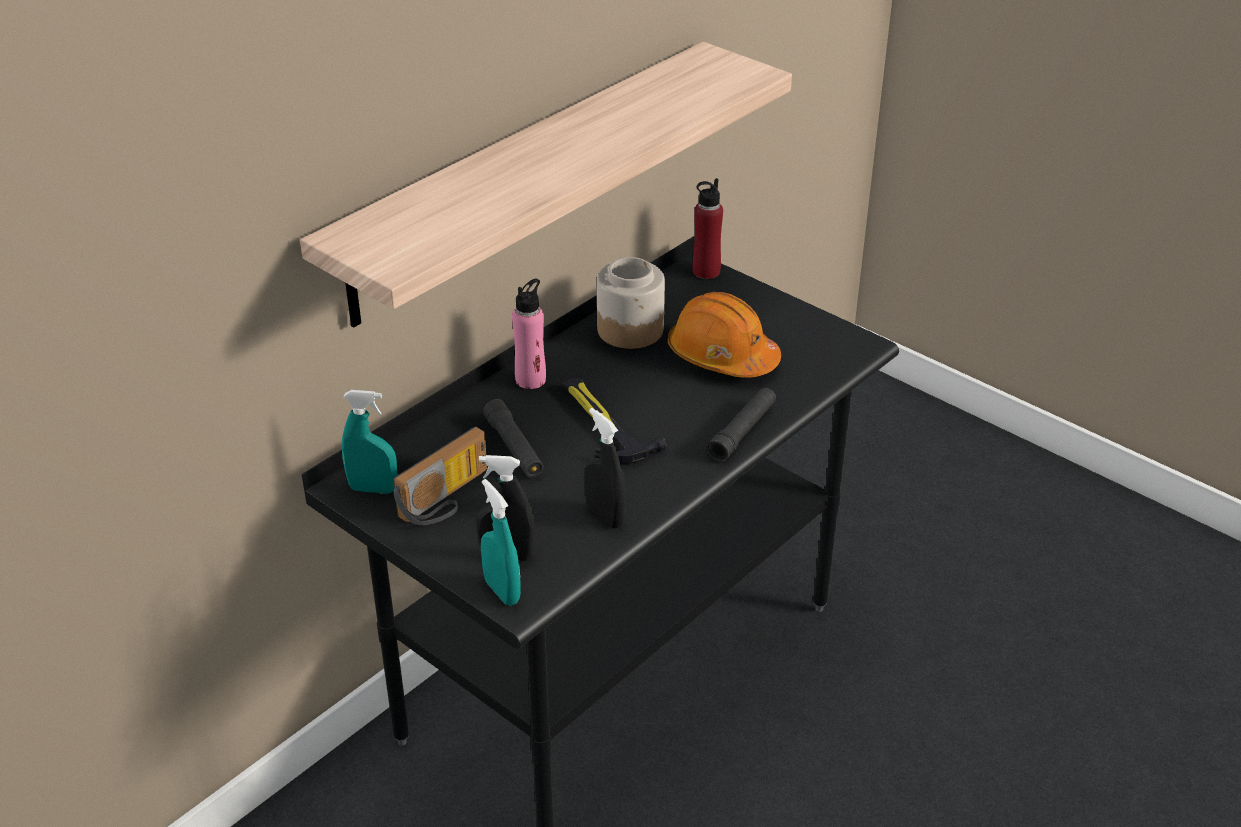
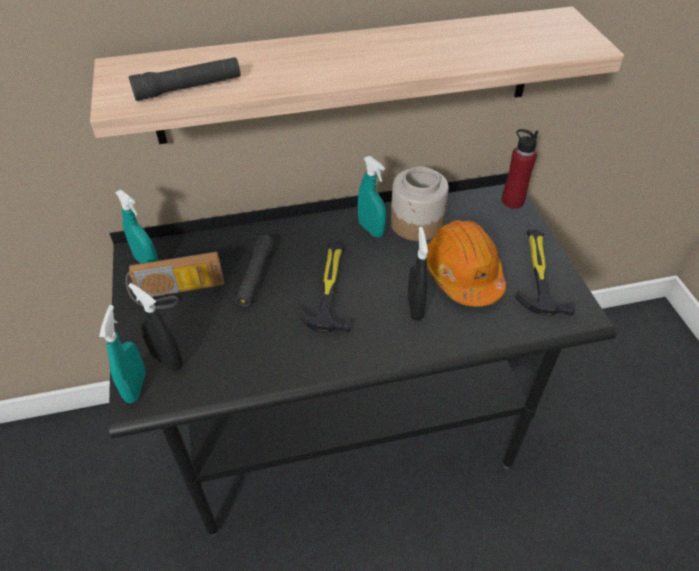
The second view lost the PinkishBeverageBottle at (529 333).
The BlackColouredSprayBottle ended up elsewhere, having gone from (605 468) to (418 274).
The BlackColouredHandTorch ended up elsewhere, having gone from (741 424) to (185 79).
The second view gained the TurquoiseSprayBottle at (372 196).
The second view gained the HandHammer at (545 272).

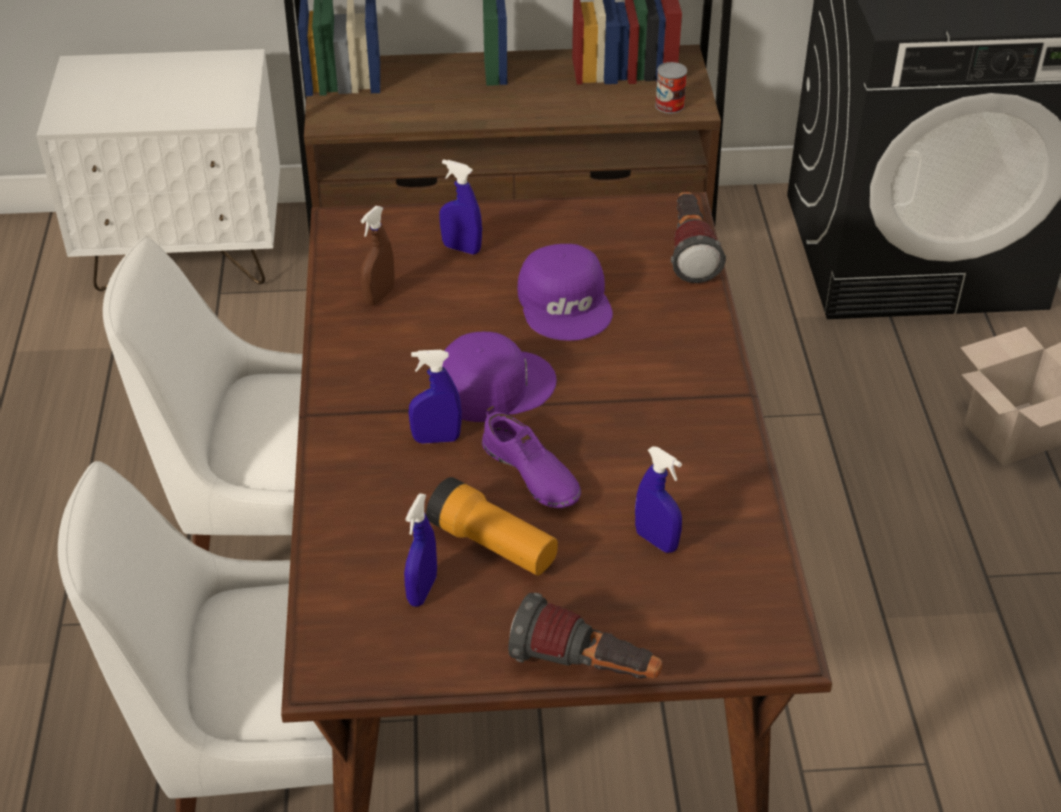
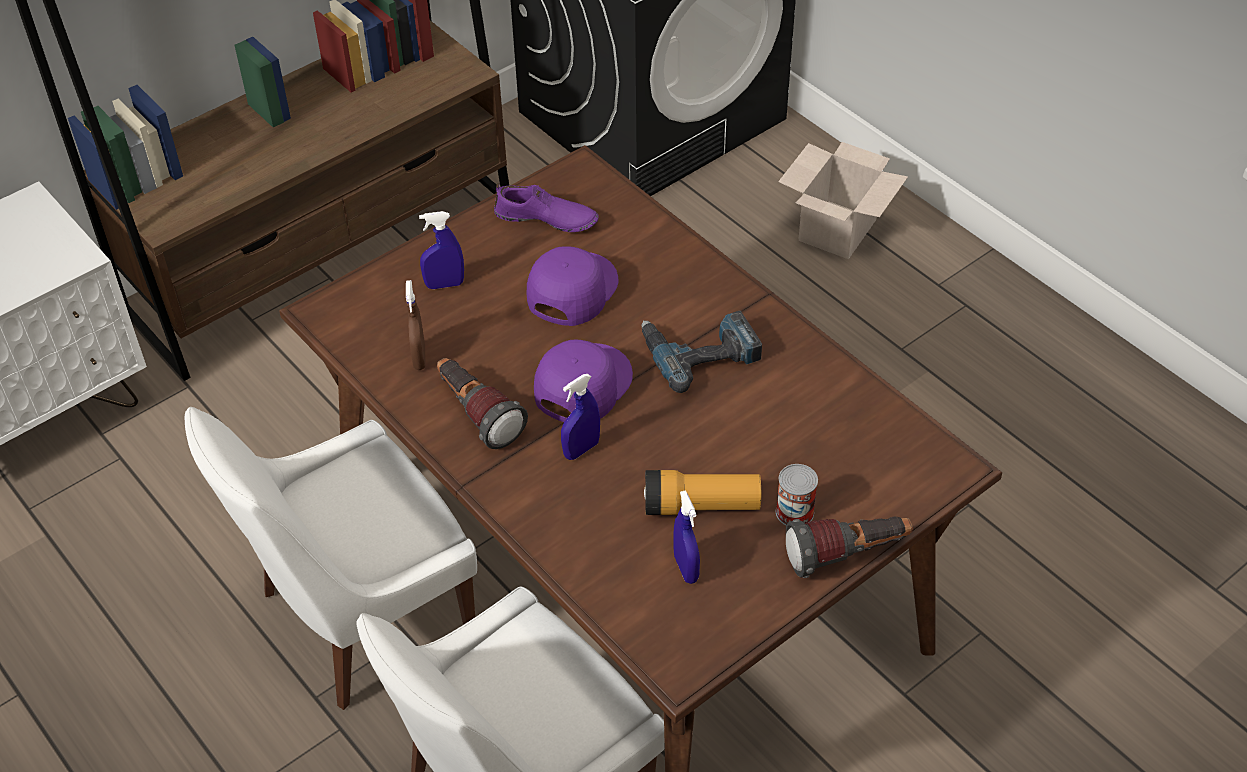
The PurplishLowShoe ended up elsewhere, having gone from (531 457) to (546 207).
The PurplishBaseballCap at (565 292) ended up facing another way, 105 degrees counterclockwise from before.
The second view lost the BlueColouredSprayBottle at (658 499).
The Can ended up elsewhere, having gone from (671 88) to (797 494).
The HandTorch ended up elsewhere, having gone from (698 237) to (482 403).
The second view gained the Drill at (702 352).

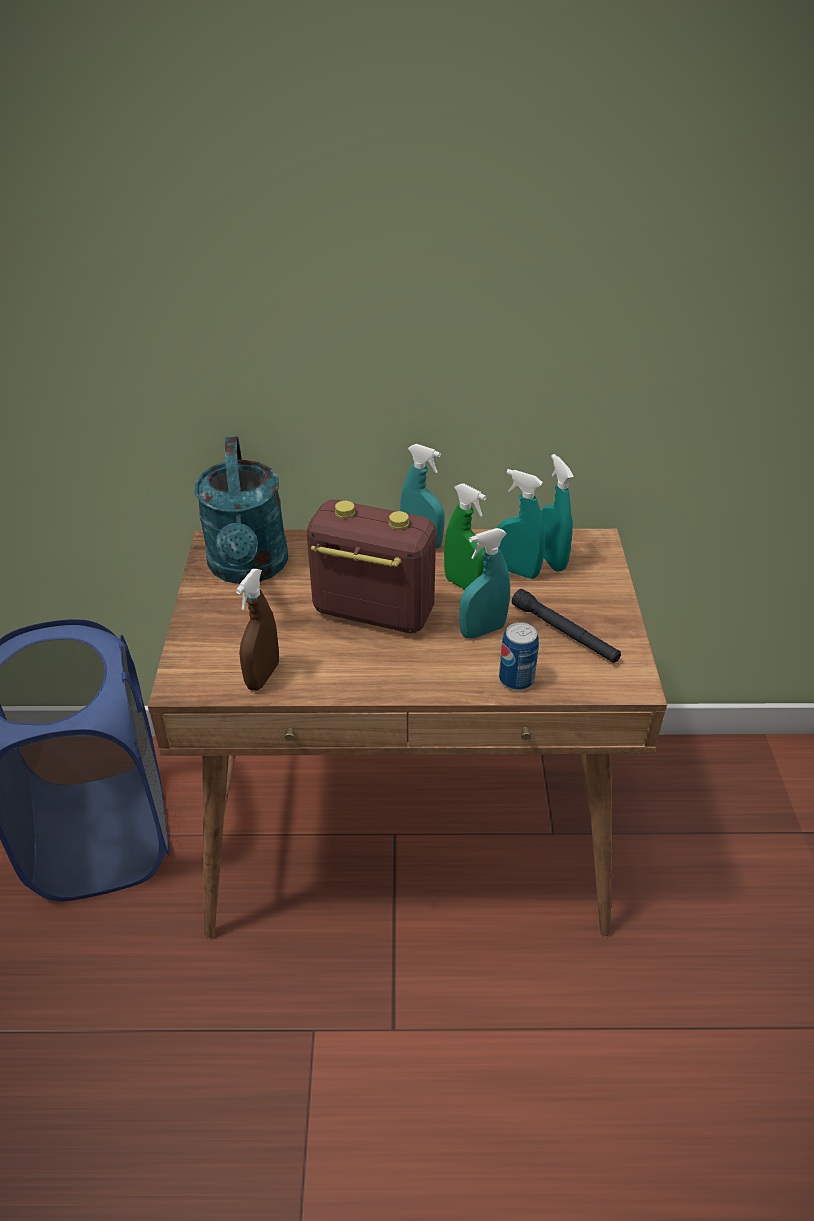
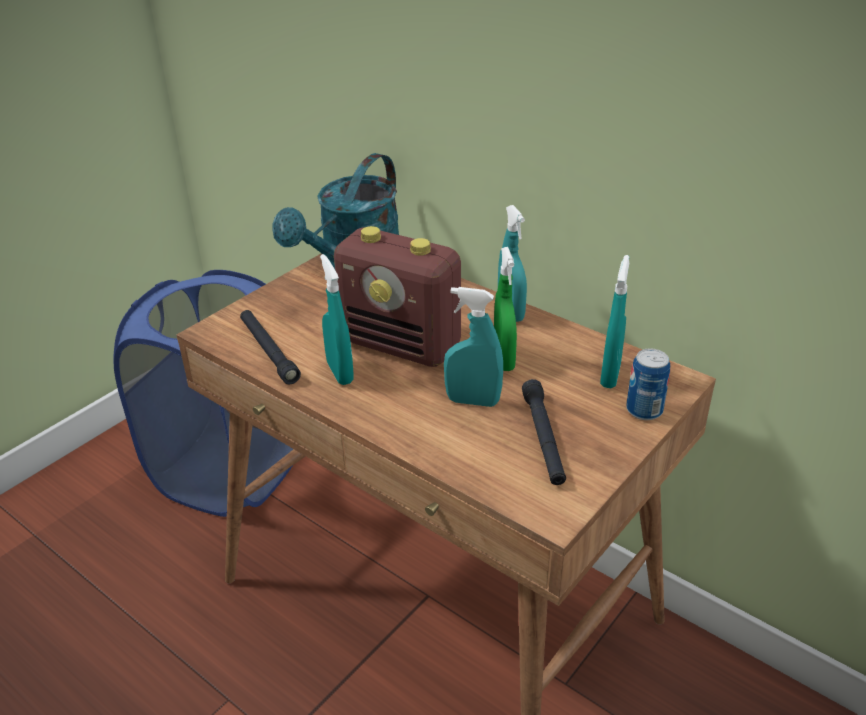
Where the BrownColouredSprayBottle stood at (257 630), the BlackColouredHandTorch came to stand at (270 347).
The Radio at (371 566) ended up facing another way, 150 degrees clockwise from before.
The TurquoiseSprayBottle ended up elsewhere, having gone from (521 524) to (337 319).
The Can ended up elsewhere, having gone from (519 656) to (648 384).

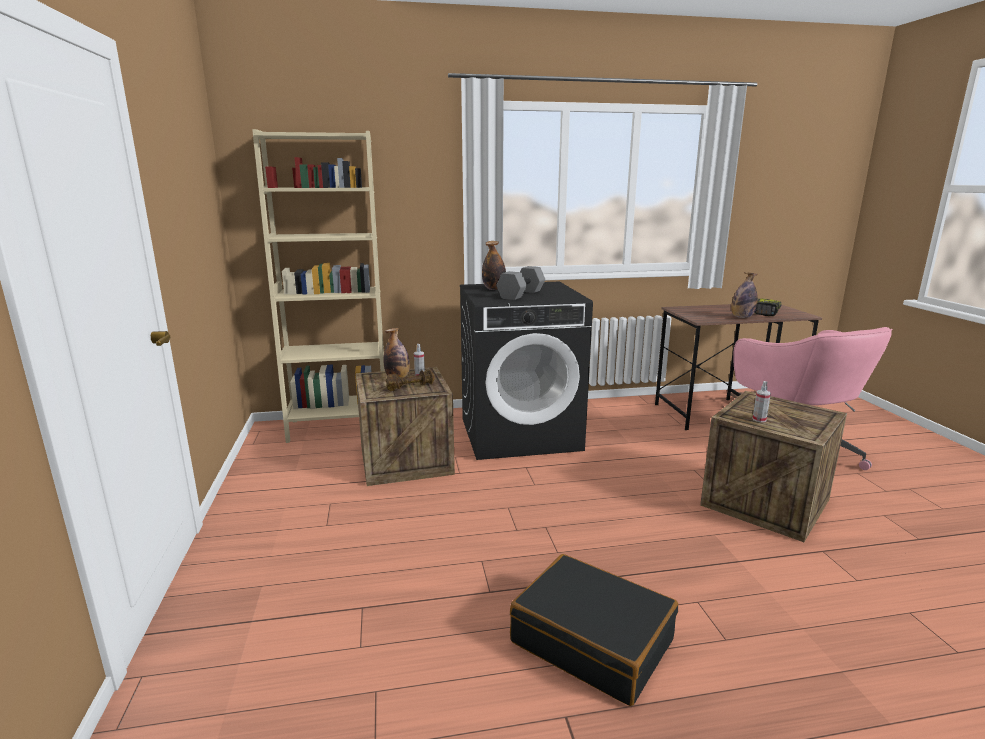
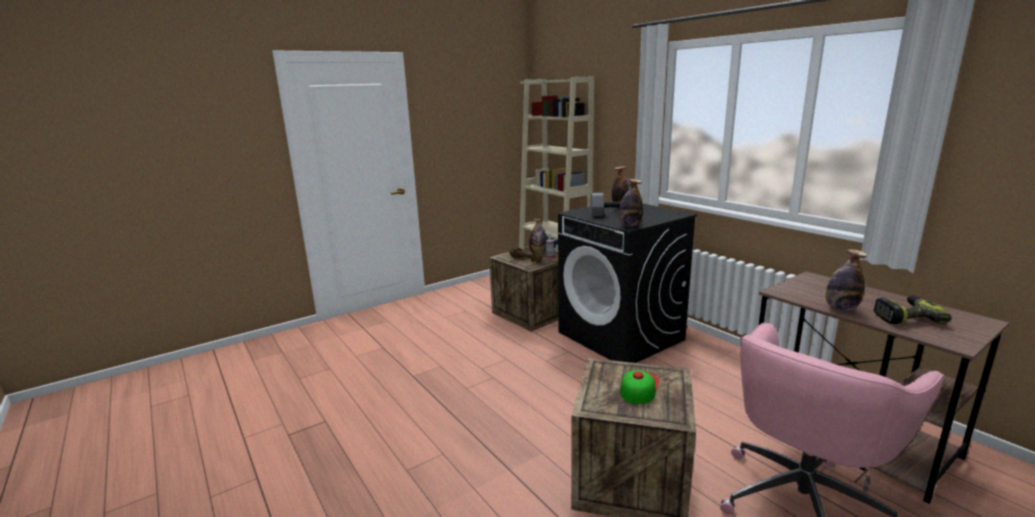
The second view lost the BlackColouredTravelCase at (594 630).
The second view lost the SprayBottle at (762 401).
The second view gained the BeverageBottle at (631 203).
The second view gained the BaseballCap at (639 387).

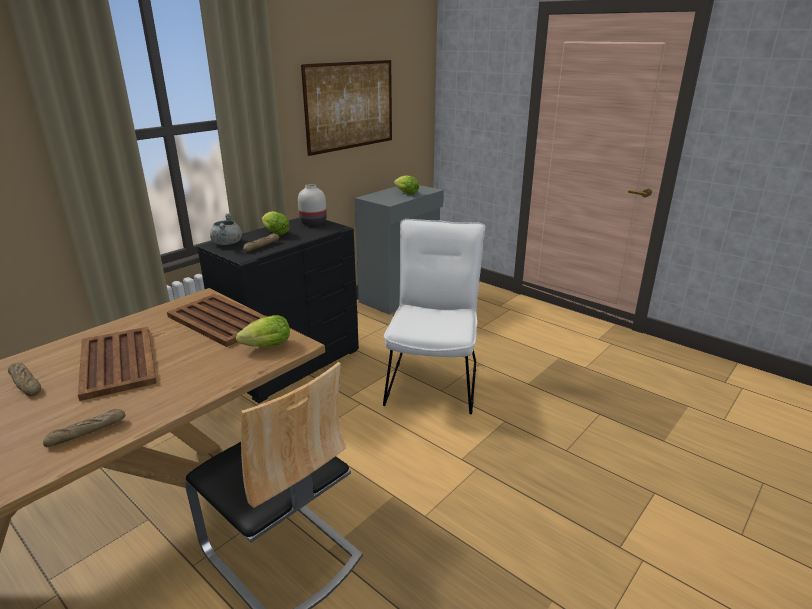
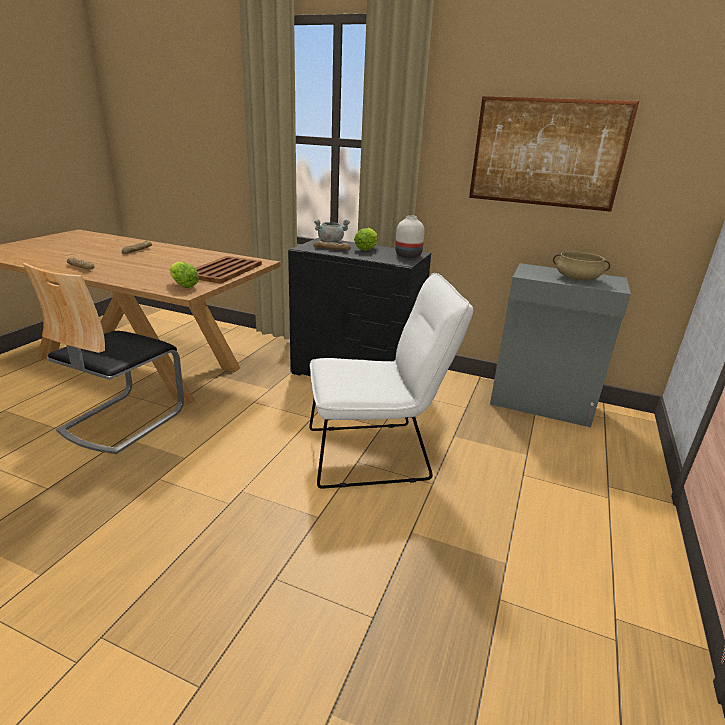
The second view lost the BrownColouredServingTray at (117 364).
Where the LettuceHead stood at (406 184), the BeigeColouredSaucepot came to stand at (581 265).

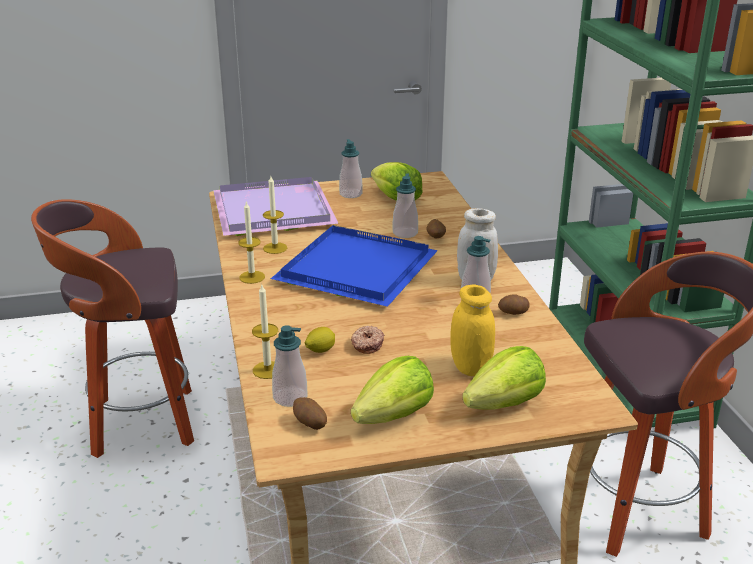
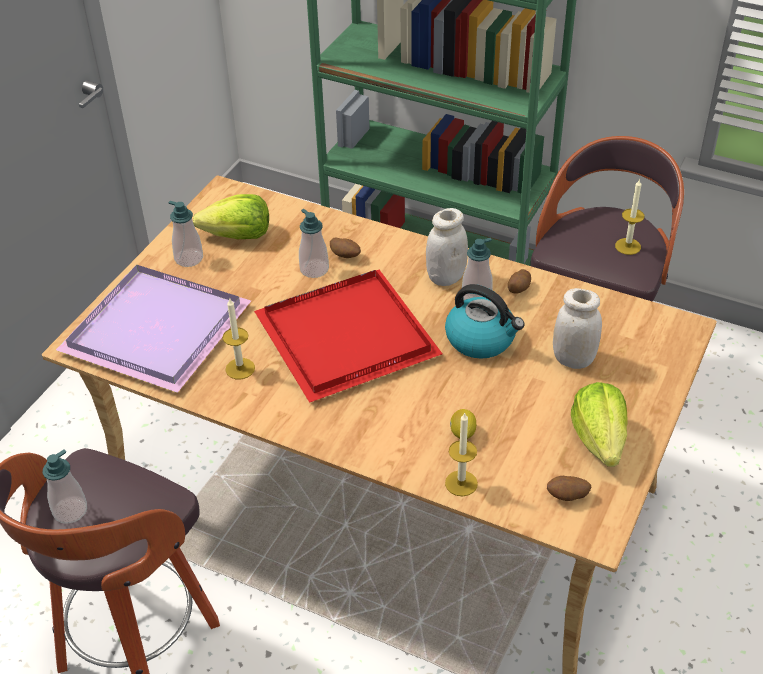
The WaxCandle ended up elsewhere, having gone from (251 242) to (630 216).
What was the BlueColouredServingTray at (354 266) turned into the RedServingTray at (348 336).
The SoapDispenser ended up elsewhere, having gone from (290 366) to (65 486).
The second view lost the Donut at (367 340).
What was the YellowPreserveJar at (472 330) turned into the WhitishPreserveJar at (577 328).
The second view lost the LettuceHead at (504 377).
The second view gained the TeaKettle at (485 321).

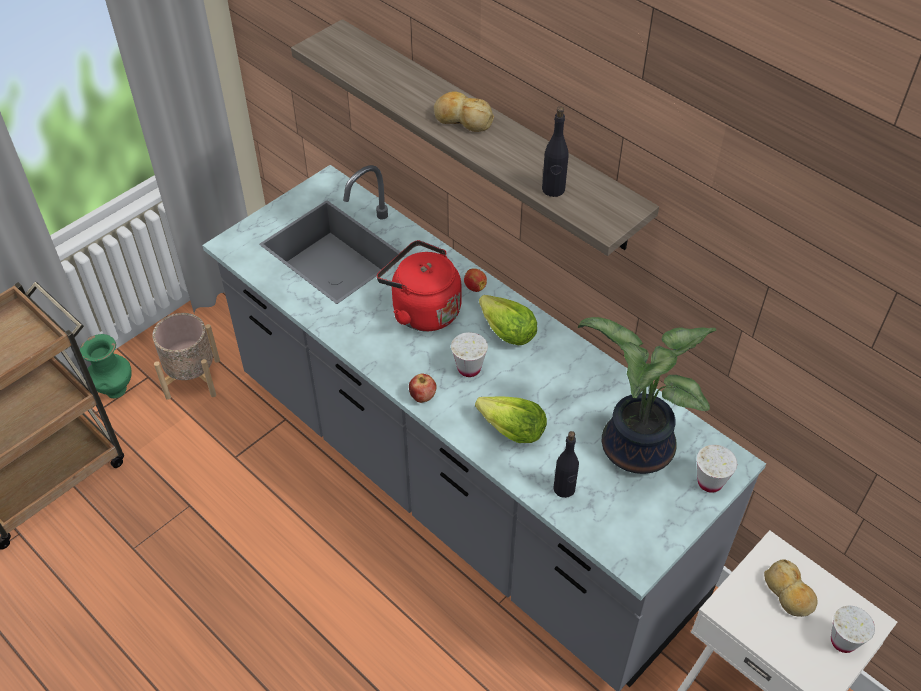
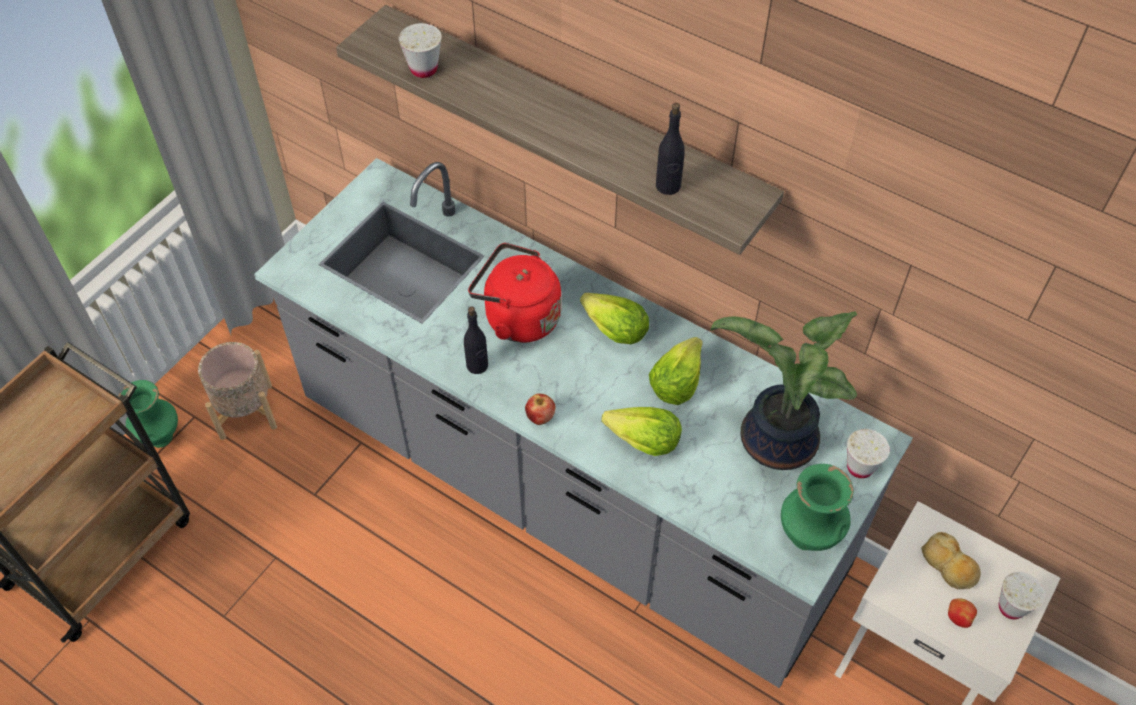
The second view lost the BakedBread at (464 111).
The WhitishSmallCup ended up elsewhere, having gone from (469 354) to (420 50).
The AppleFruit ended up elsewhere, having gone from (475 280) to (962 613).
The BlackColouredBeverageBottle ended up elsewhere, having gone from (566 464) to (476 340).
The second view gained the LettuceHead at (676 371).
The second view gained the GreenishFlowerVase at (817 507).

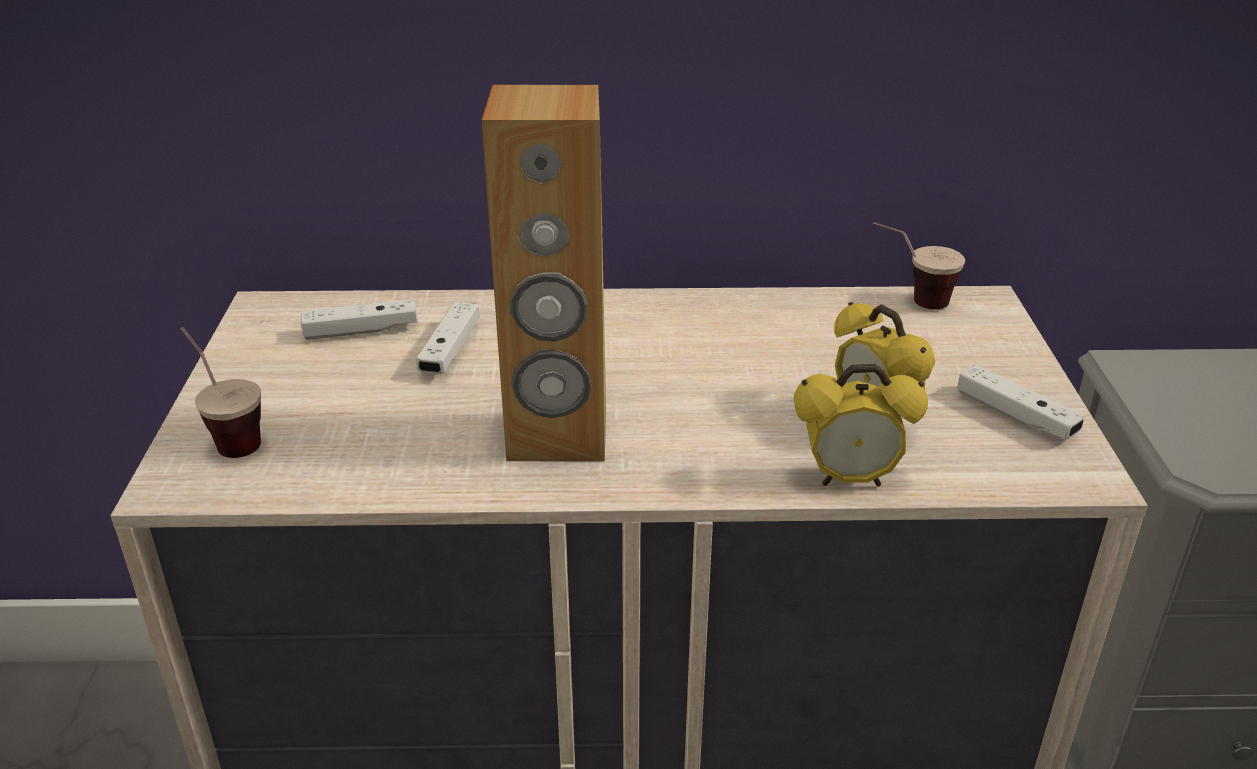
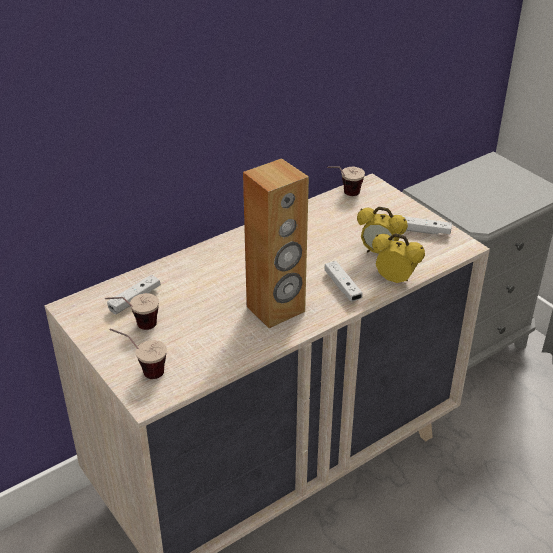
The WhitishJoypad ended up elsewhere, having gone from (447 338) to (344 281).
The AlarmClock at (861 425) ended up facing another way, 120 degrees counterclockwise from before.
The second view gained the SmallCup at (132 311).

